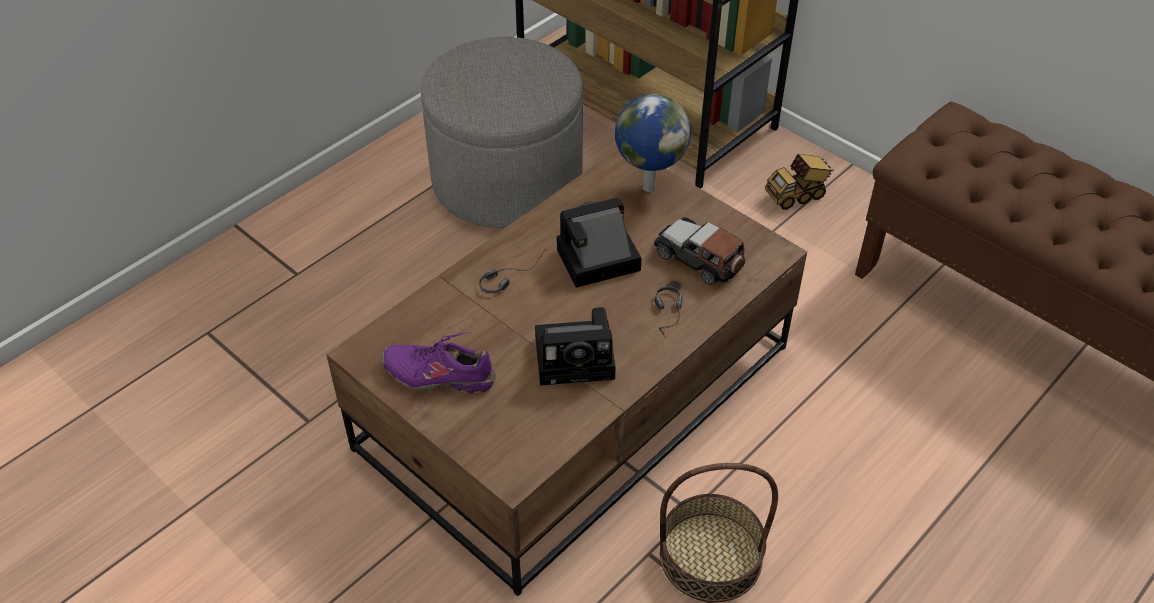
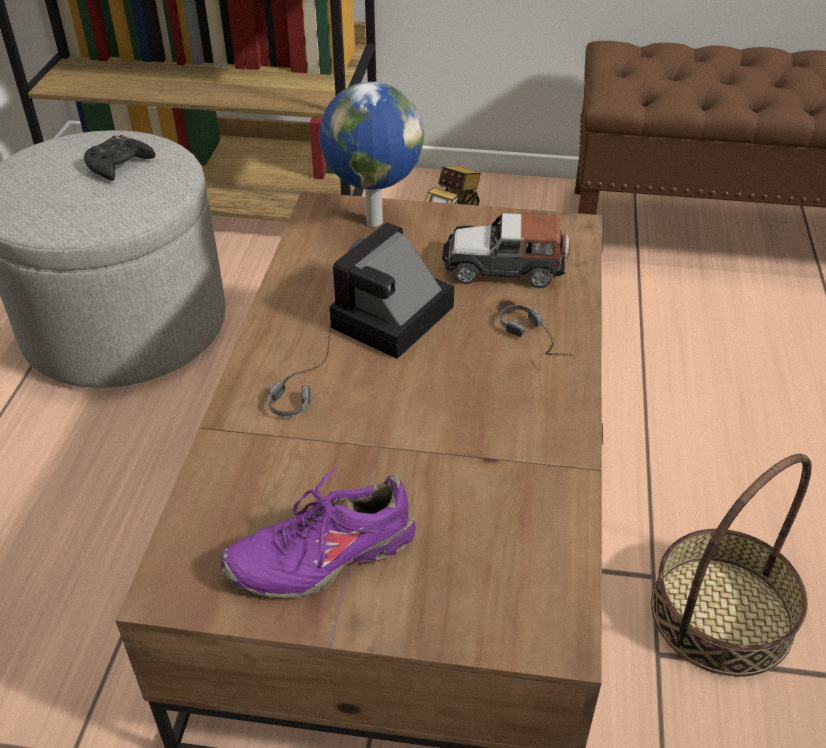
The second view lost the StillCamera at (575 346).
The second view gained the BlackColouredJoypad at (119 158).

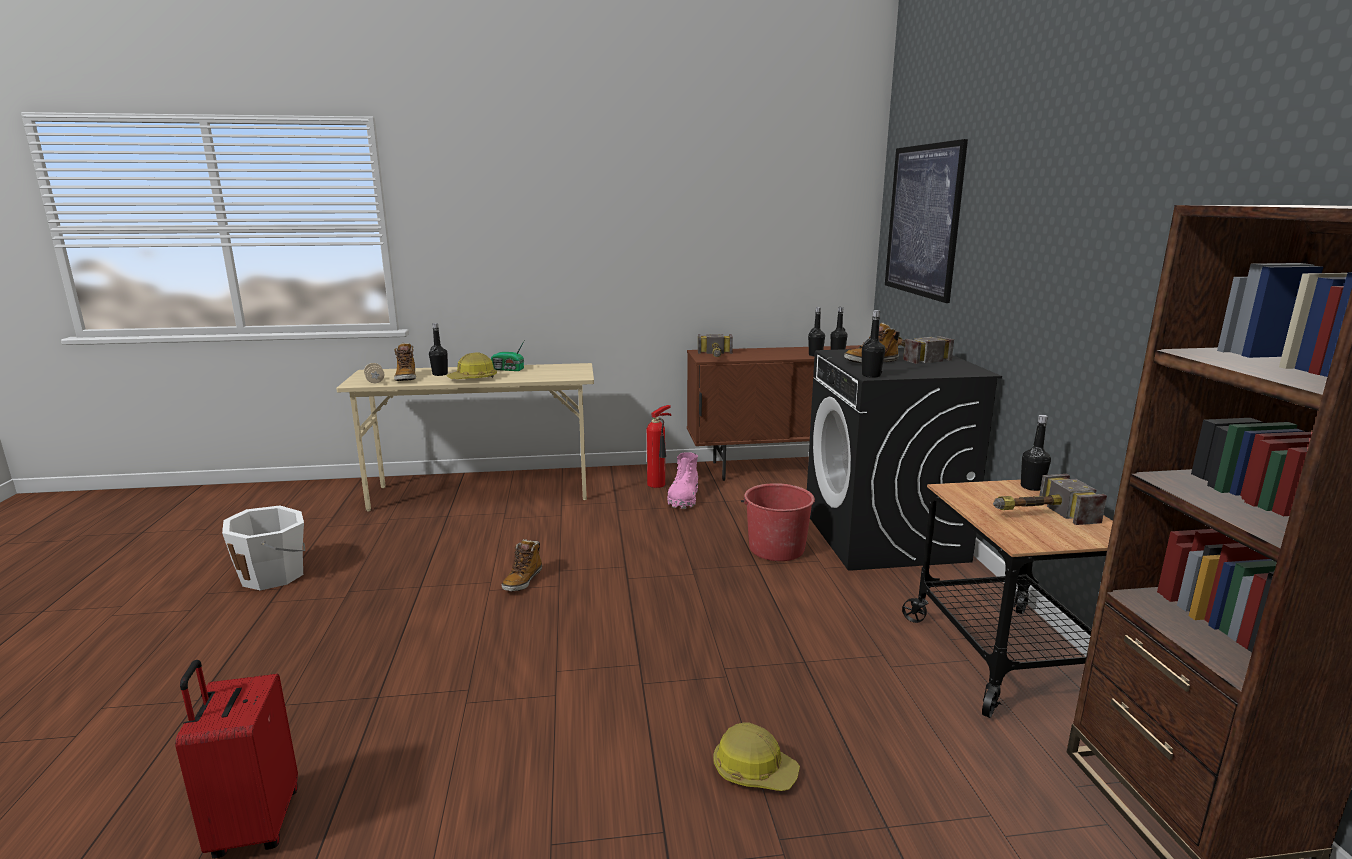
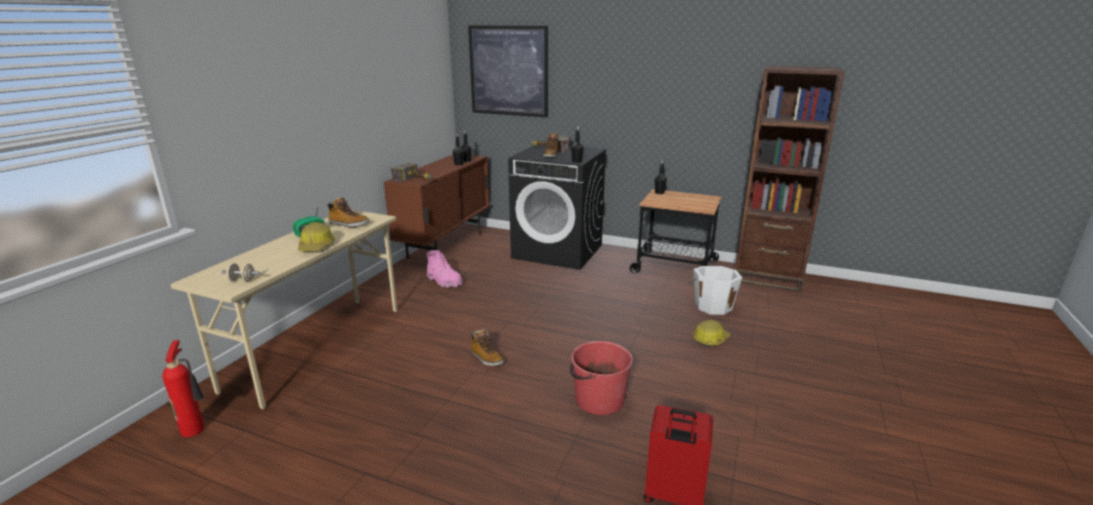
The WhitishBucket ended up elsewhere, having gone from (263 548) to (715 290).
The Boot ended up elsewhere, having gone from (405 362) to (348 212).
The second view lost the BlackColouredBeverageBottle at (438 349).
The Extinguisher ended up elsewhere, having gone from (659 446) to (183 388).
The RedBucket ended up elsewhere, having gone from (778 522) to (601 378).
The second view lost the HandHammer at (1050 499).

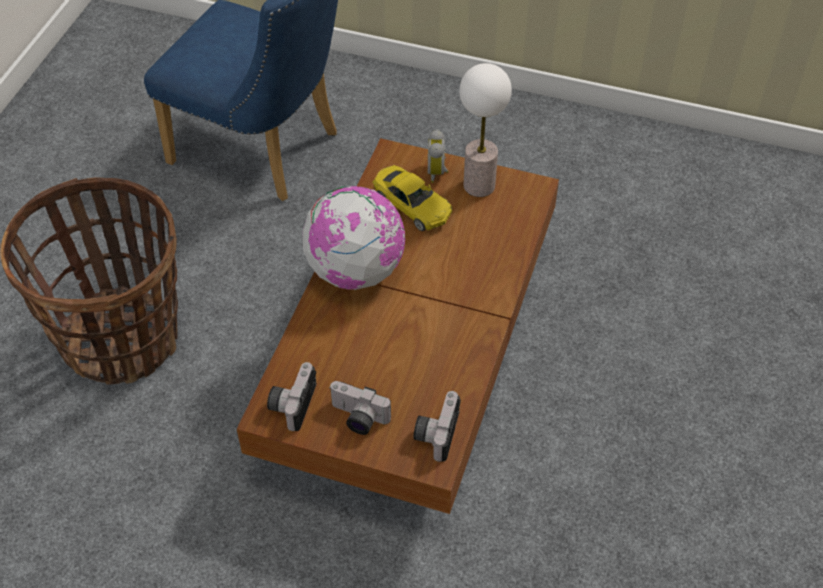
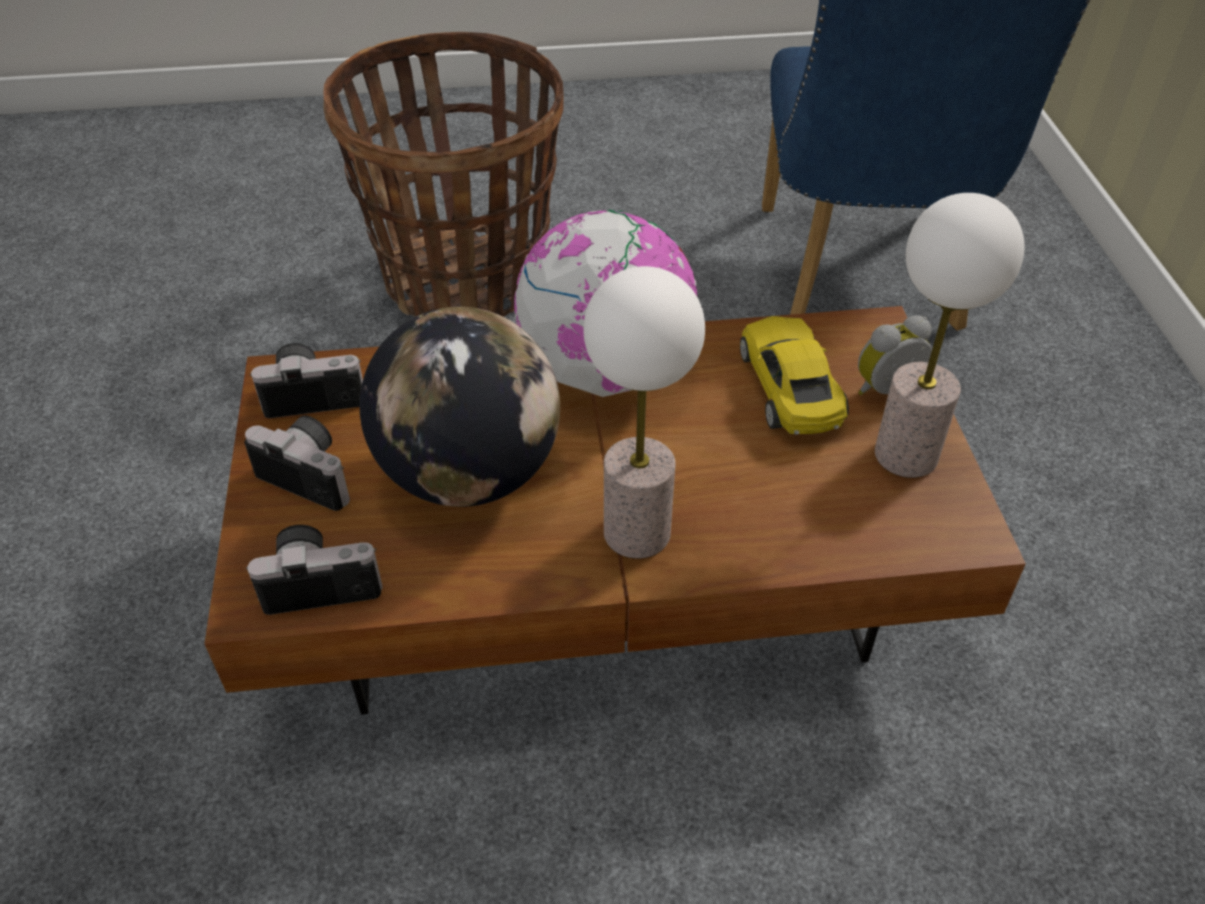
The StillCamera at (360 408) ended up facing another way, 120 degrees clockwise from before.
The YellowMiniatureCar at (412 198) ended up facing another way, 150 degrees clockwise from before.
The second view gained the DeskGlobe at (459 407).
The second view gained the LampForATable at (644 412).

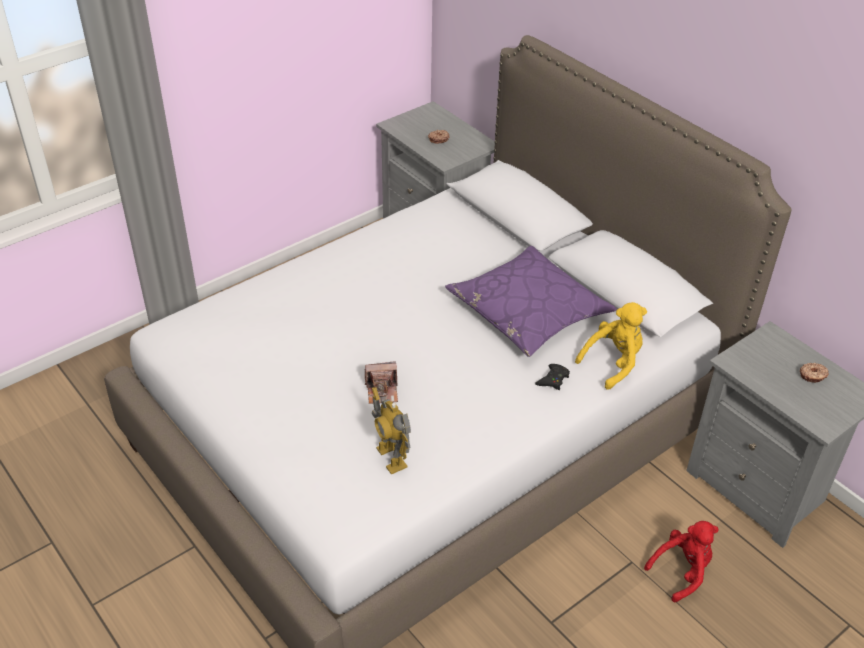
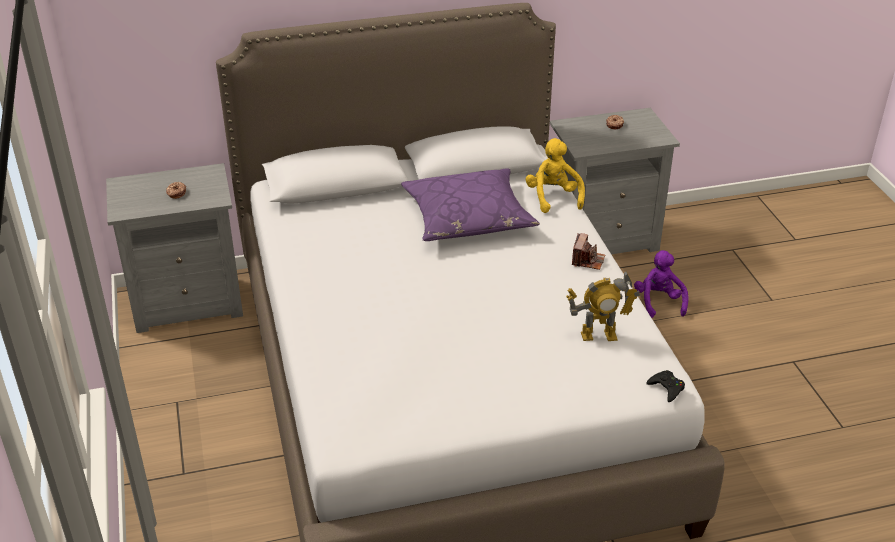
The StillCamera ended up elsewhere, having gone from (381 382) to (588 251).
The BlackColouredJoypad ended up elsewhere, having gone from (552 377) to (665 386).
What was the RedPlushToy at (681 561) turned into the PurplishPlushToy at (661 284).

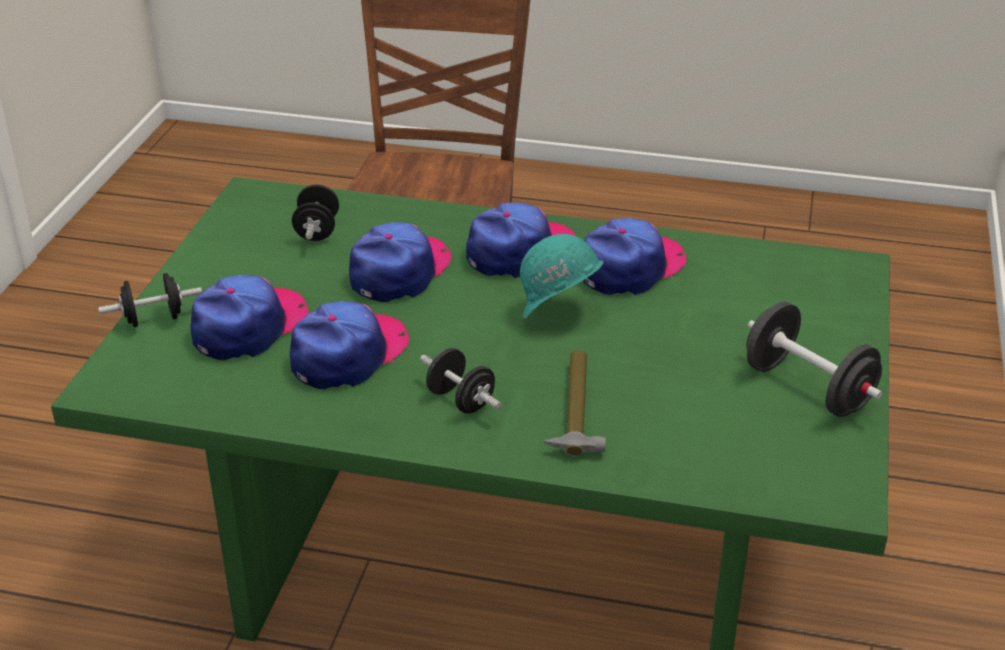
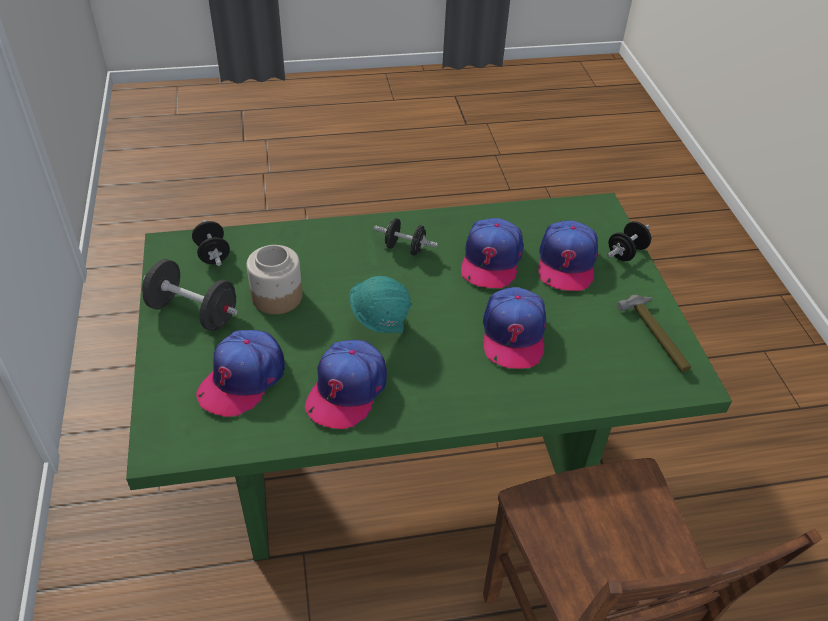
The BlackColouredDumbbell ended up elsewhere, having gone from (315 213) to (211 243).
The BaseballCap ended up elsewhere, having gone from (521 240) to (240 373).
The HandHammer ended up elsewhere, having gone from (575 403) to (654 333).
The second view gained the PreserveJar at (274 279).

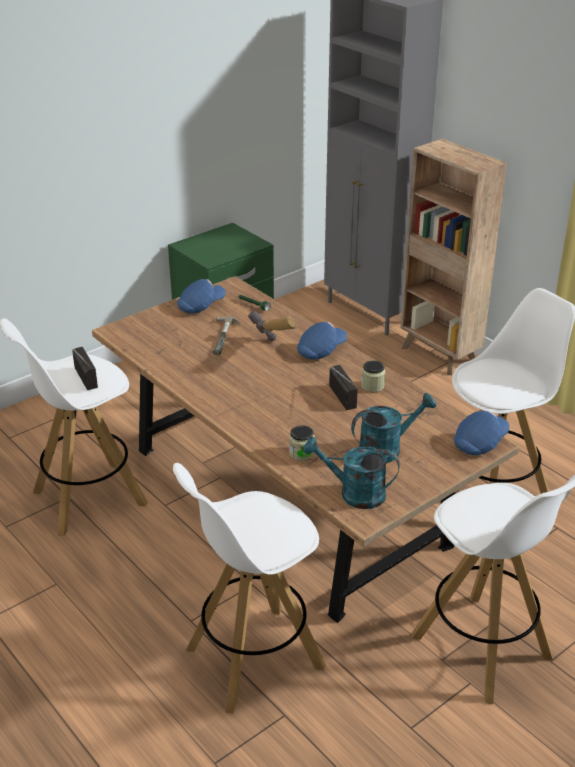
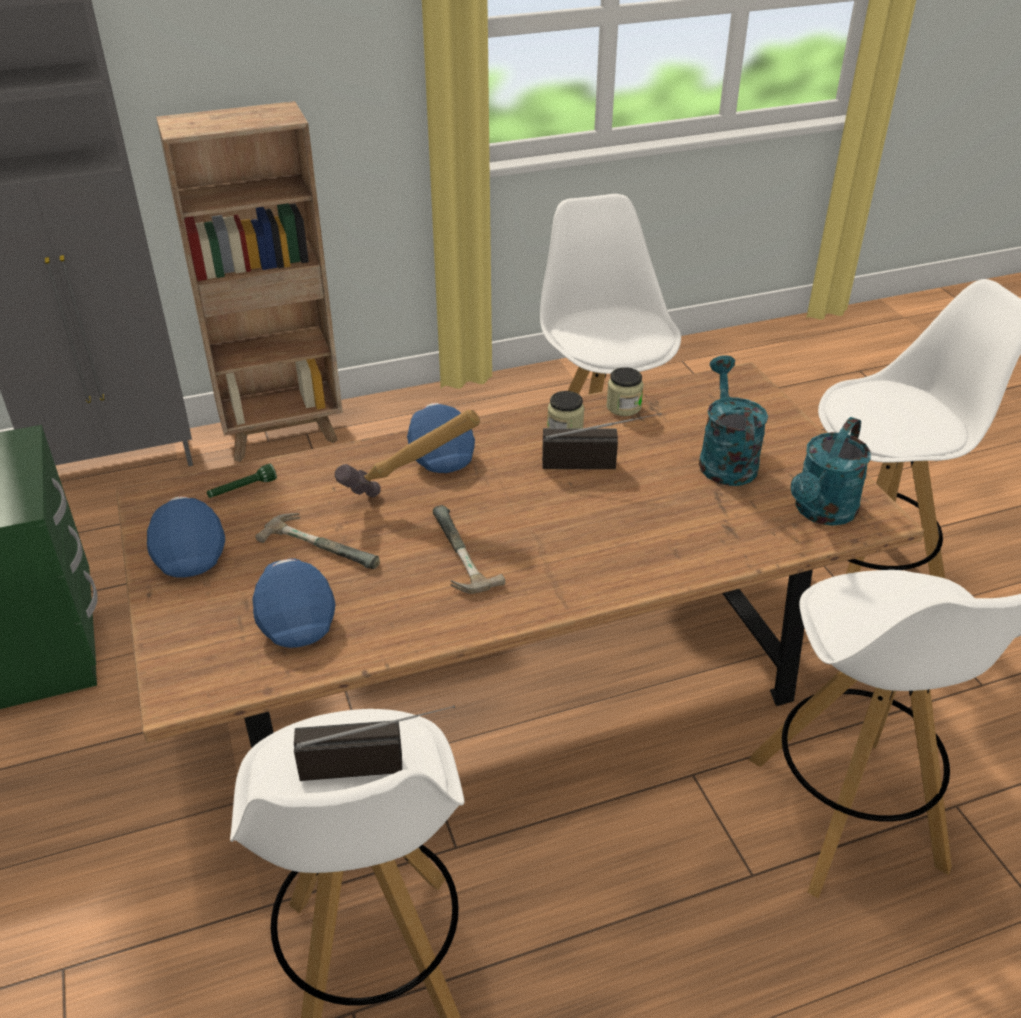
The PreserveJar ended up elsewhere, having gone from (302 443) to (625 391).
The BlueColouredBaseballCap ended up elsewhere, having gone from (481 433) to (294 603).
The second view gained the HandHammer at (469 549).

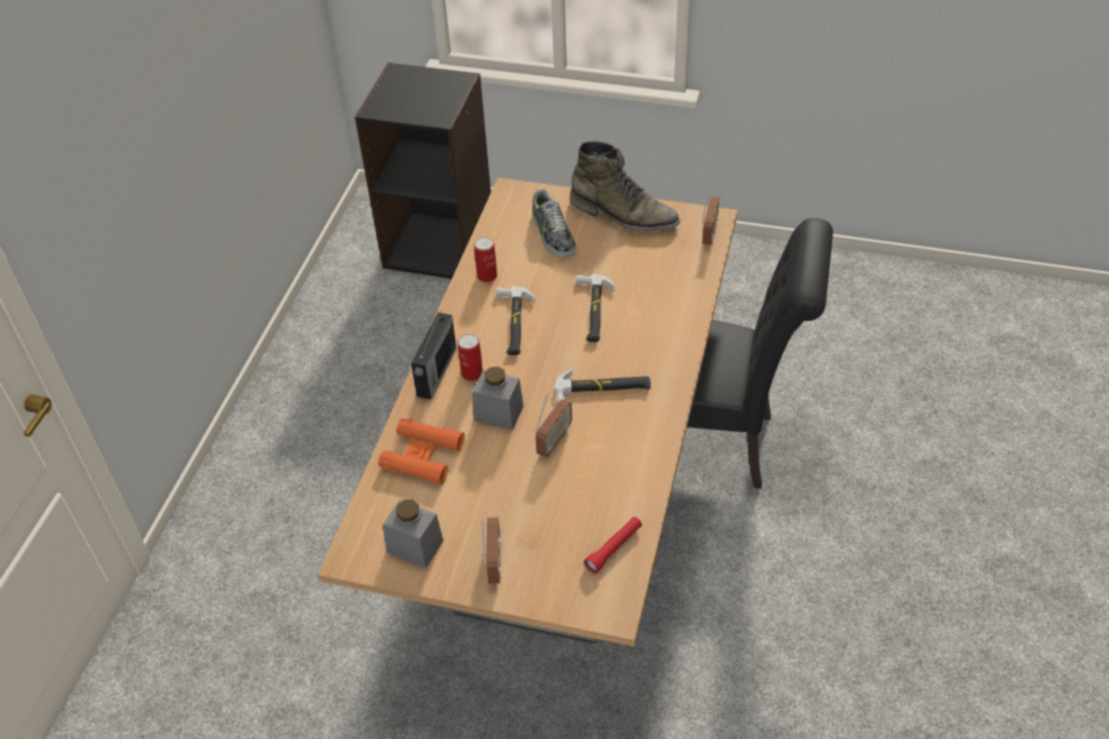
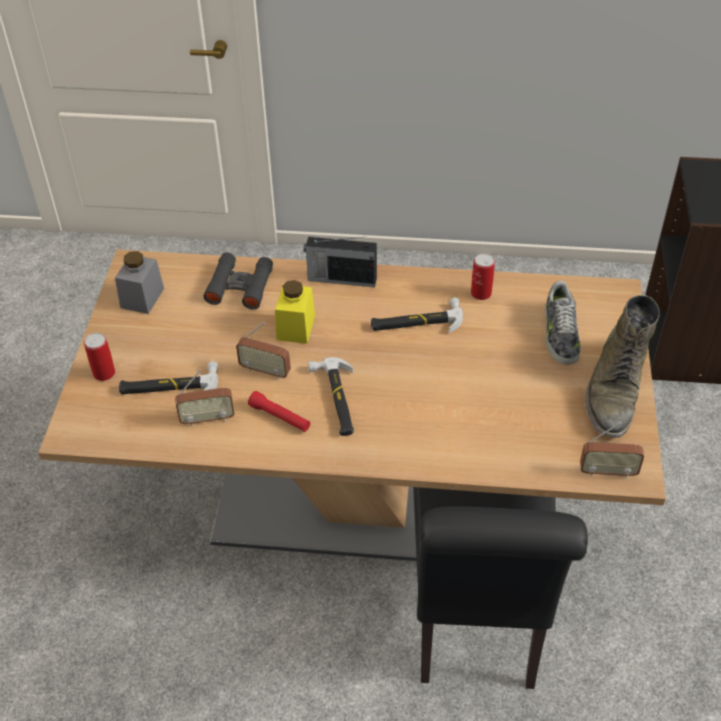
What was the OrangeFieldGlasses at (421 451) turned into the BlackColouredFieldGlasses at (238 281).
The Can ended up elsewhere, having gone from (470 357) to (99 357).
What was the GreyishPreserveJar at (498 398) turned into the YellowPreserveJar at (295 312).
The Radio ended up elsewhere, having gone from (491 550) to (204 398).
The LowShoe at (554 223) ended up facing another way, 60 degrees counterclockwise from before.
The HandHammer ended up elsewhere, having gone from (595 308) to (168 377).
The RedHandTorch ended up elsewhere, having gone from (613 545) to (279 411).

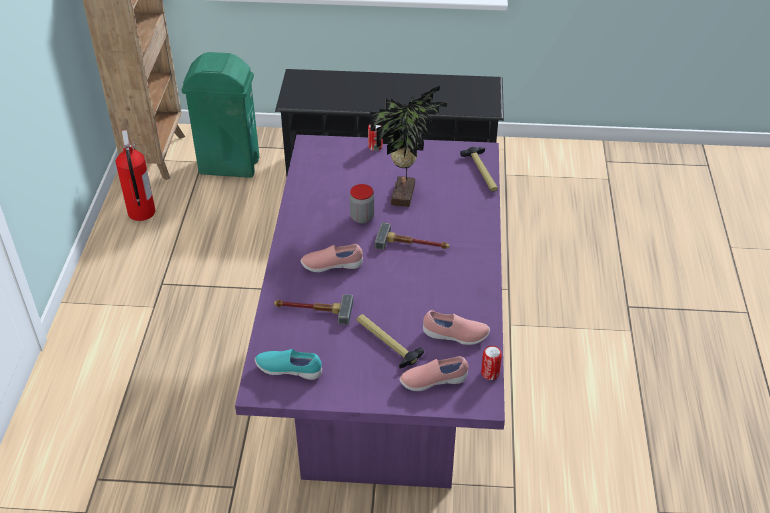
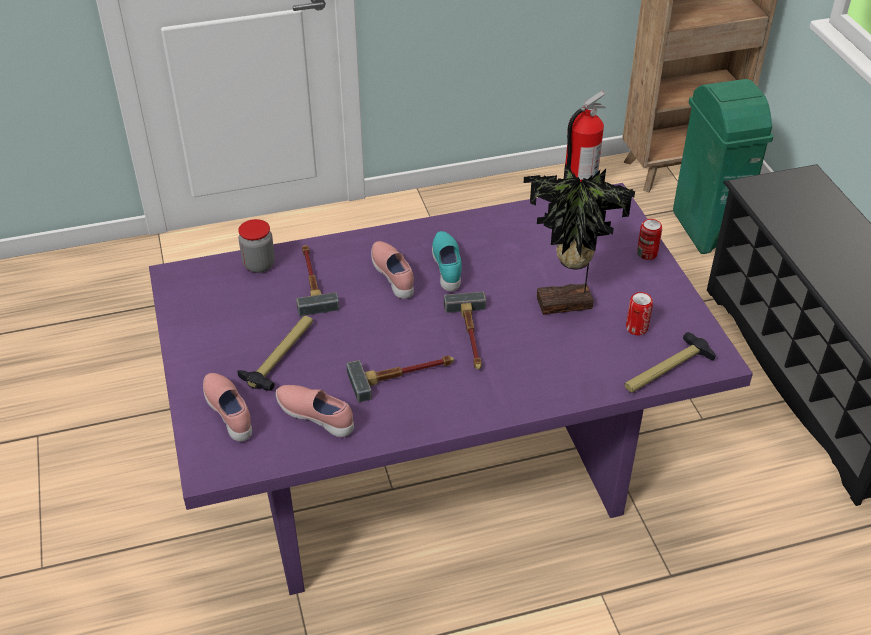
The TurquoiseLowShoe ended up elsewhere, having gone from (288 364) to (447 261).
The PreserveJar ended up elsewhere, having gone from (362 203) to (256 246).
The PinkishLowShoe at (456 327) ended up facing another way, 135 degrees clockwise from before.
The Can ended up elsewhere, having gone from (491 363) to (639 313).
The second view gained the HandHammer at (400 378).

